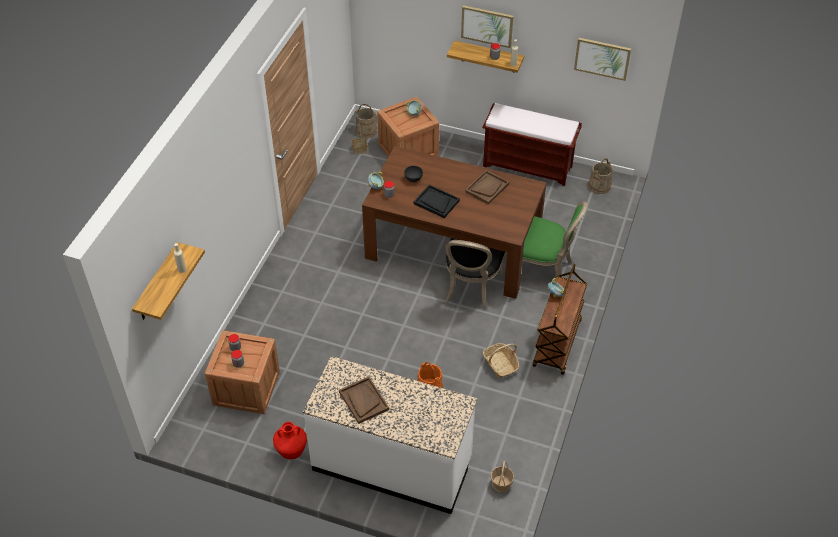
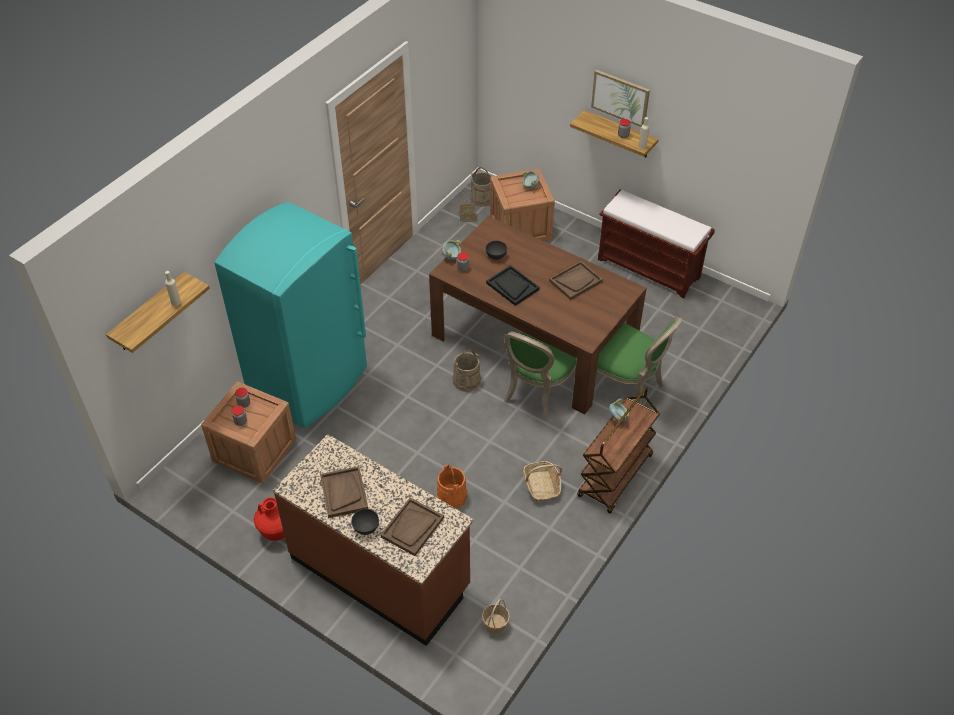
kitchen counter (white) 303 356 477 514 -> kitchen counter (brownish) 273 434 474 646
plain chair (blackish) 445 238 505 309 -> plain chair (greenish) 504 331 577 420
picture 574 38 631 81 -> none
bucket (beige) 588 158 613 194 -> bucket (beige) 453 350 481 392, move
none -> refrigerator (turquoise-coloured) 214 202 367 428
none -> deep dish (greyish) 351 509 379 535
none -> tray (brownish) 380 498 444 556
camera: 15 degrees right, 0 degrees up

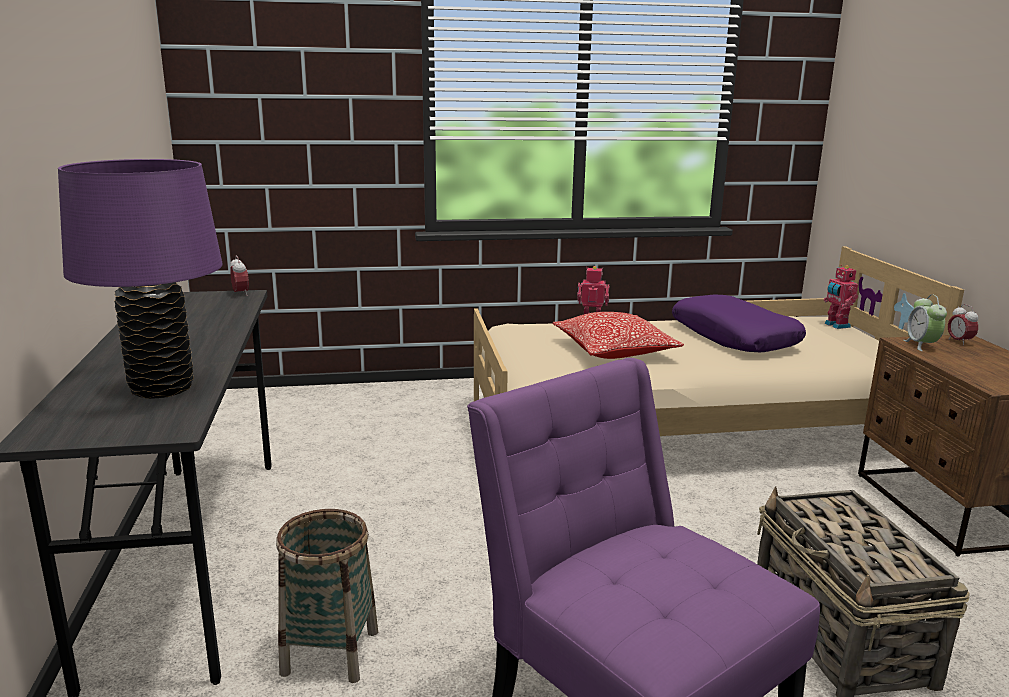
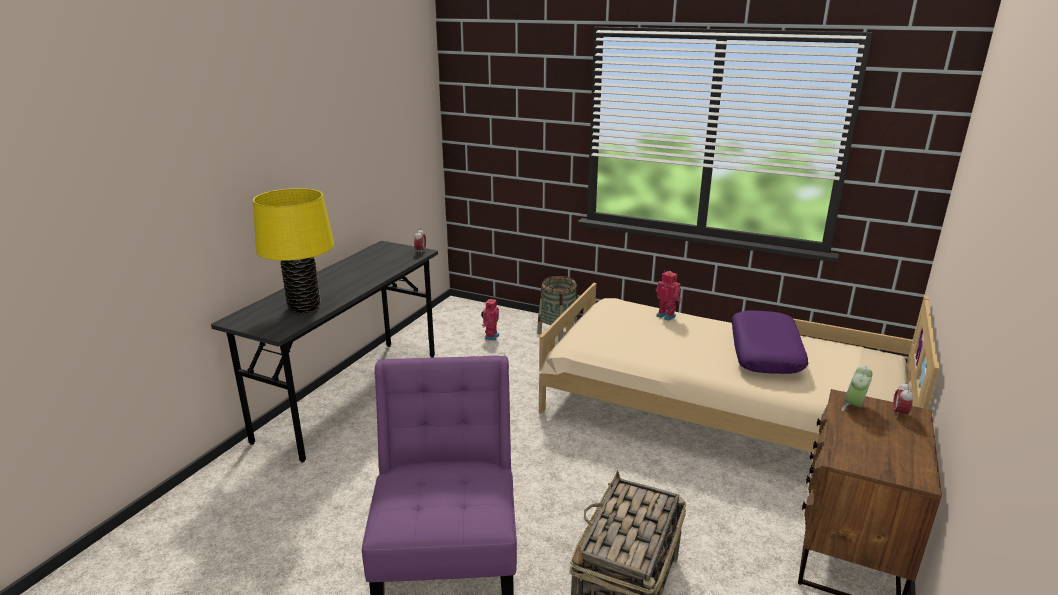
tabletop lamp (purplish) 58 159 223 399 -> tabletop lamp (yellow) 253 188 334 313
basket 276 509 378 683 -> basket 537 276 579 342, move
pillow 552 312 684 359 -> none
robot figure 824 265 858 329 -> robot figure 481 299 499 341, move
camera: 35 degrees right, 5 degrees up

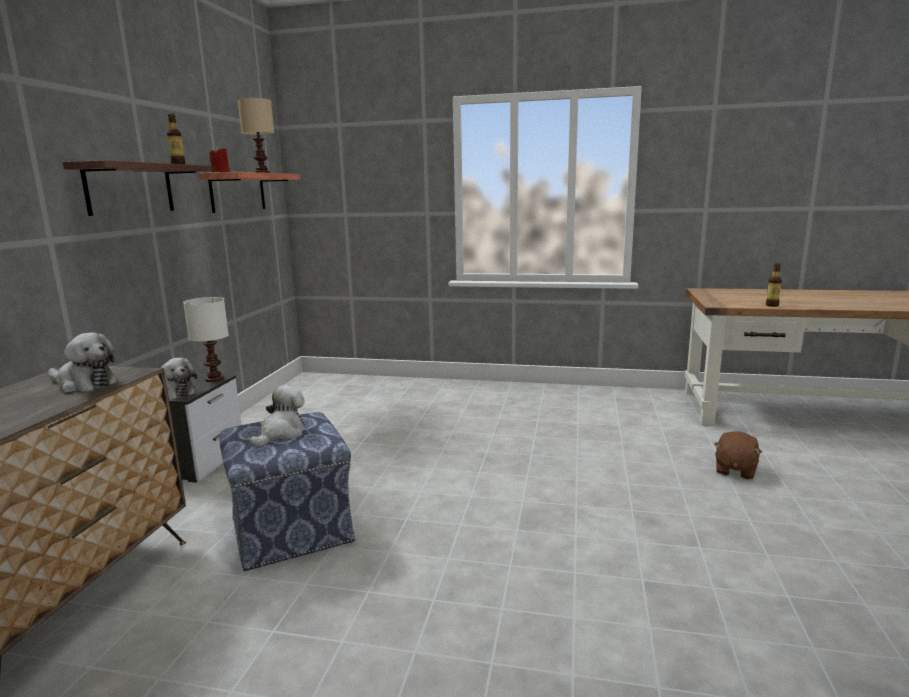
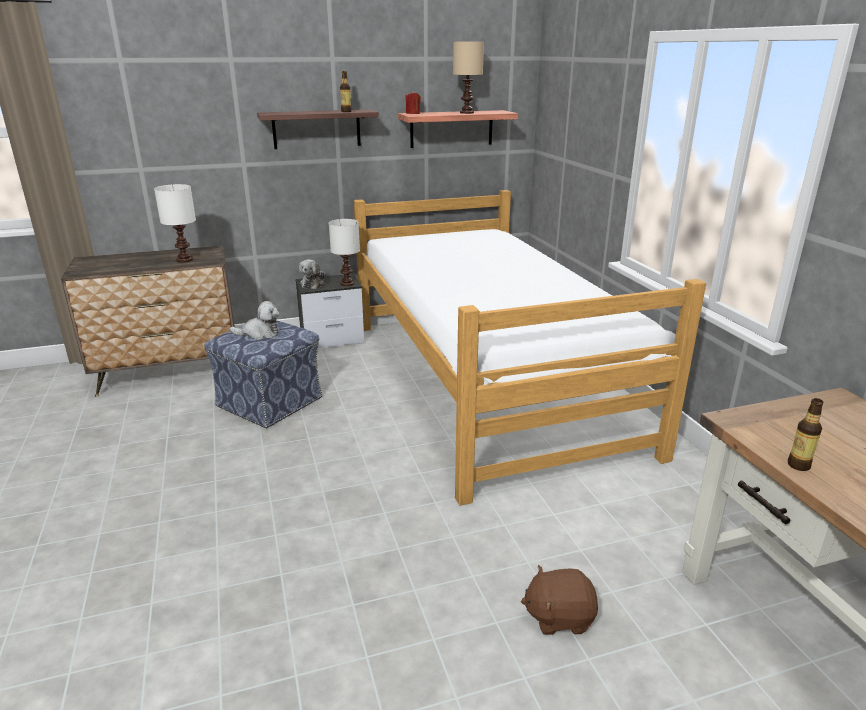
cuddly toy 48 332 118 393 -> tabletop lamp (white) 154 184 196 263
none -> bedroom bed 354 190 706 506
camera: 60 degrees right, 10 degrees up

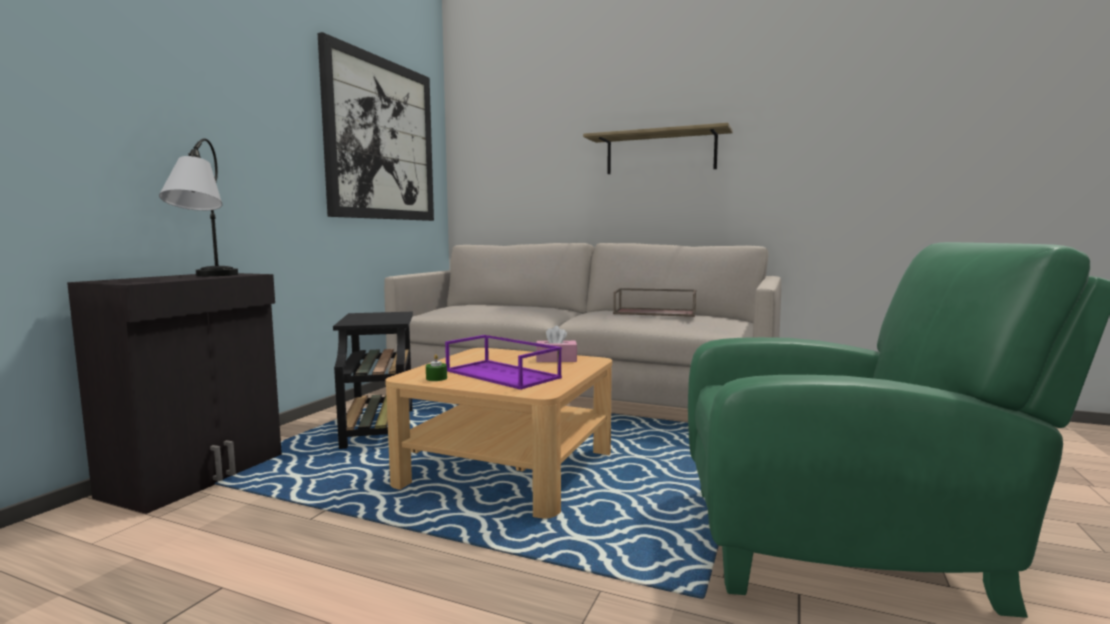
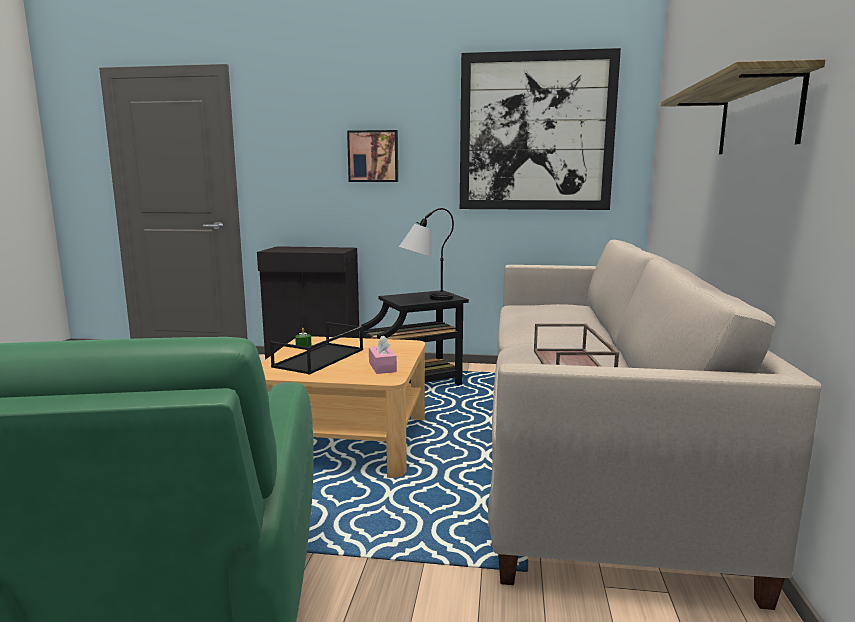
tabletop lamp 159 138 238 276 -> tabletop lamp 399 208 454 301, move
tray (purplish) 445 335 562 390 -> tray (blackish) 270 322 363 375
none -> picture 347 130 398 182
camera: 75 degrees right, 5 degrees up

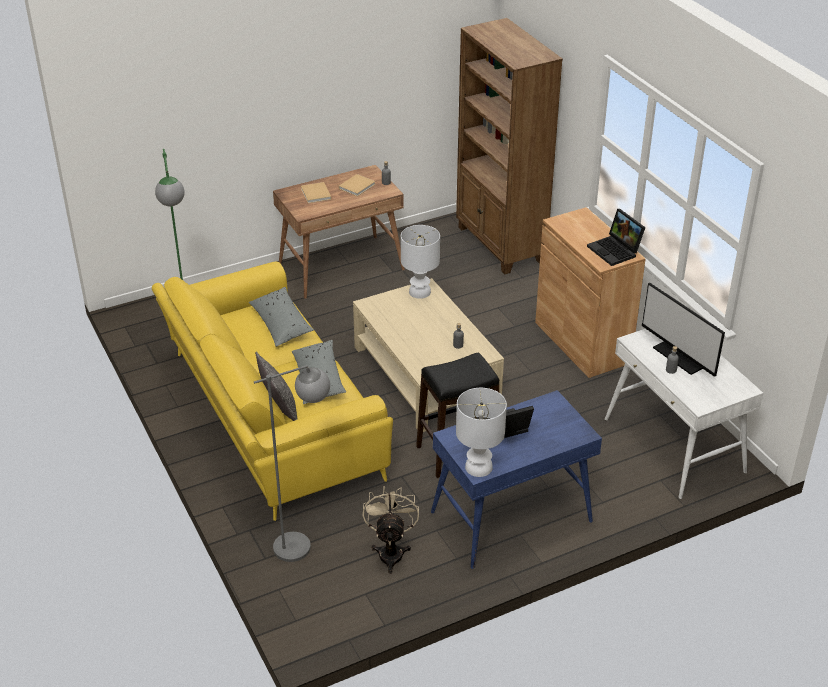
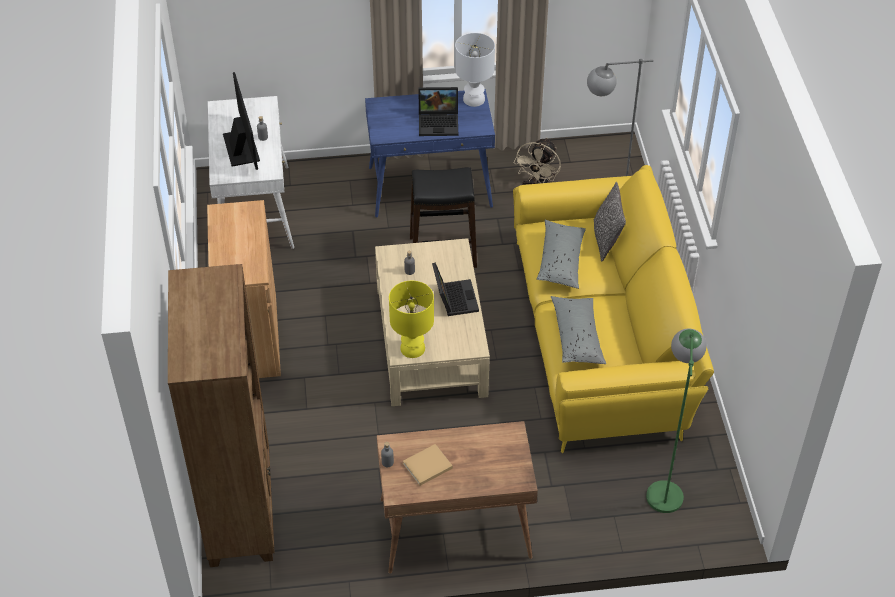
volume (beige) 301 182 331 203 -> none
tabletop lamp (white) 401 225 440 299 -> tabletop lamp (yellow) 389 281 434 358
laptop 587 209 646 266 -> laptop 432 263 479 316, move
camera: 160 degrees left, 10 degrees up

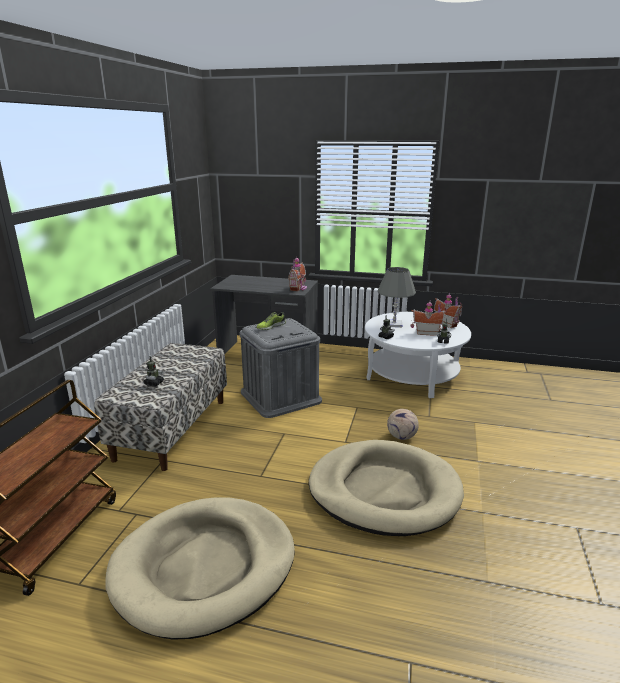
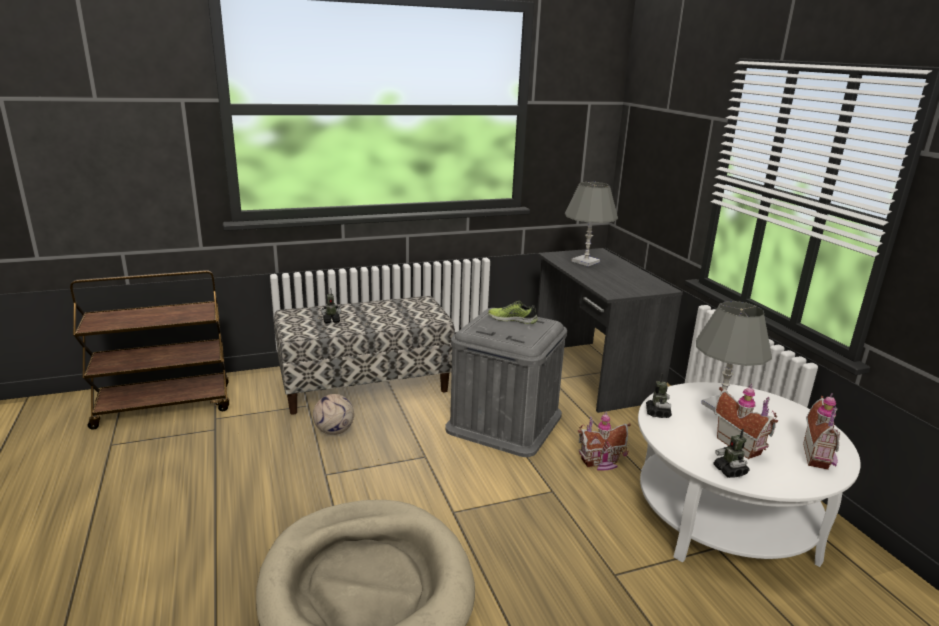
pet bed (beige) 105 497 295 640 -> none
miniature house 288 257 307 291 -> miniature house 578 412 631 471, move
ball for football 387 409 419 440 -> ball for football 313 394 354 435, move
none -> tabletop lamp (greyish) 565 182 618 266
camera: 55 degrees right, 0 degrees up

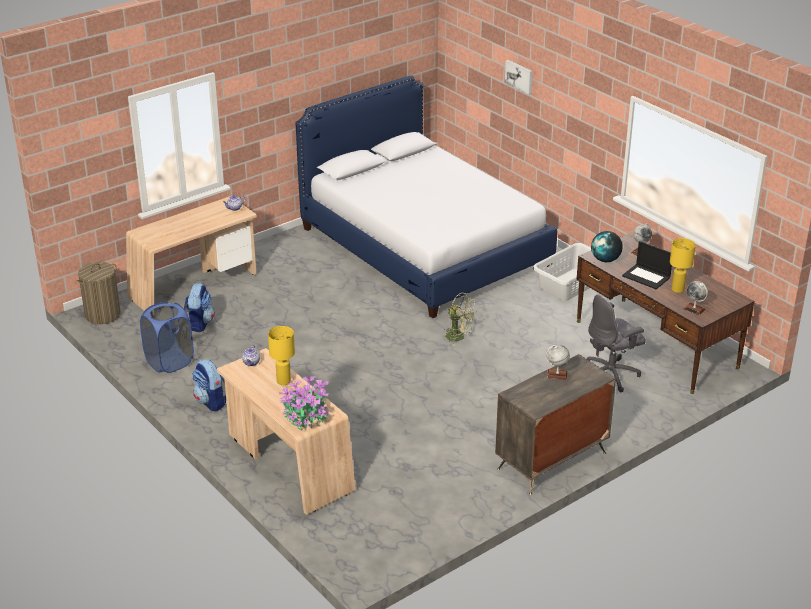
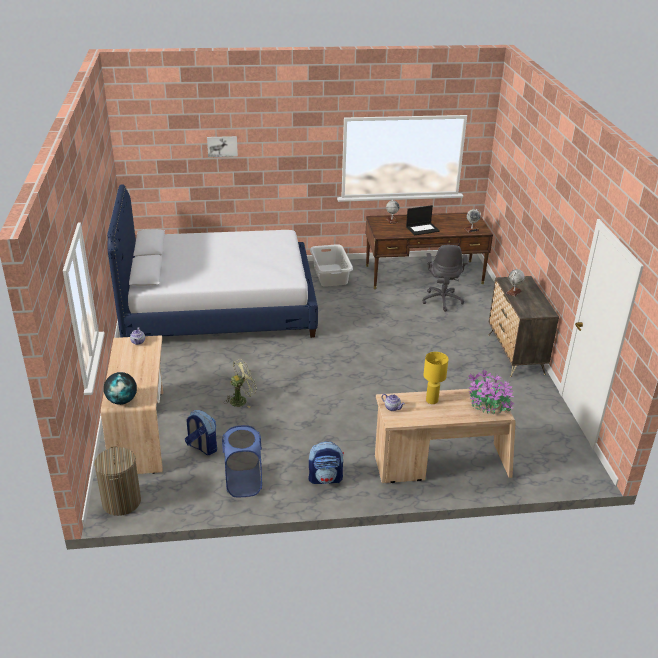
electric fan (greenish) 443 293 477 346 -> electric fan (greenish) 224 359 257 408, move
globe 591 231 623 262 -> globe 104 372 137 405, move
tabletop lamp (yellow) 670 238 696 293 -> none
camera: 60 degrees left, 0 degrees up

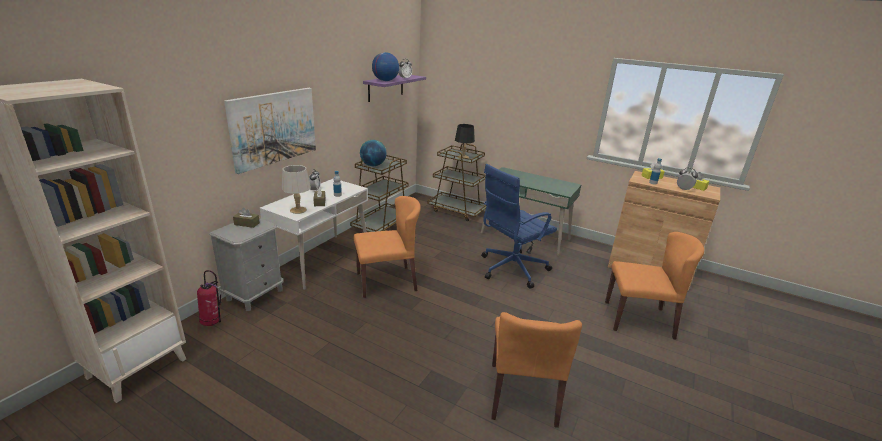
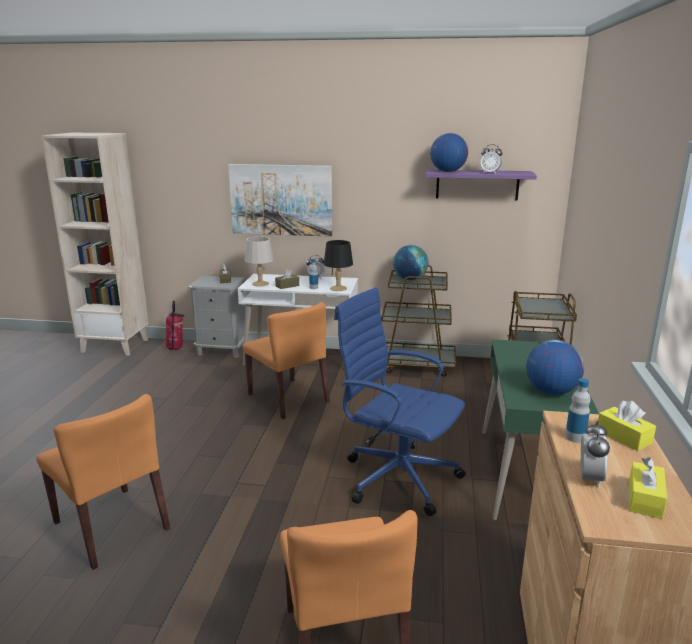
tabletop lamp (blackish) 455 124 475 159 -> tabletop lamp (blackish) 324 240 353 291, move
plain chair (orange) 491 312 582 428 -> plain chair (orange) 37 394 170 570, 120 degrees counterclockwise
none -> globe 526 340 584 395
camera: 70 degrees right, 5 degrees down

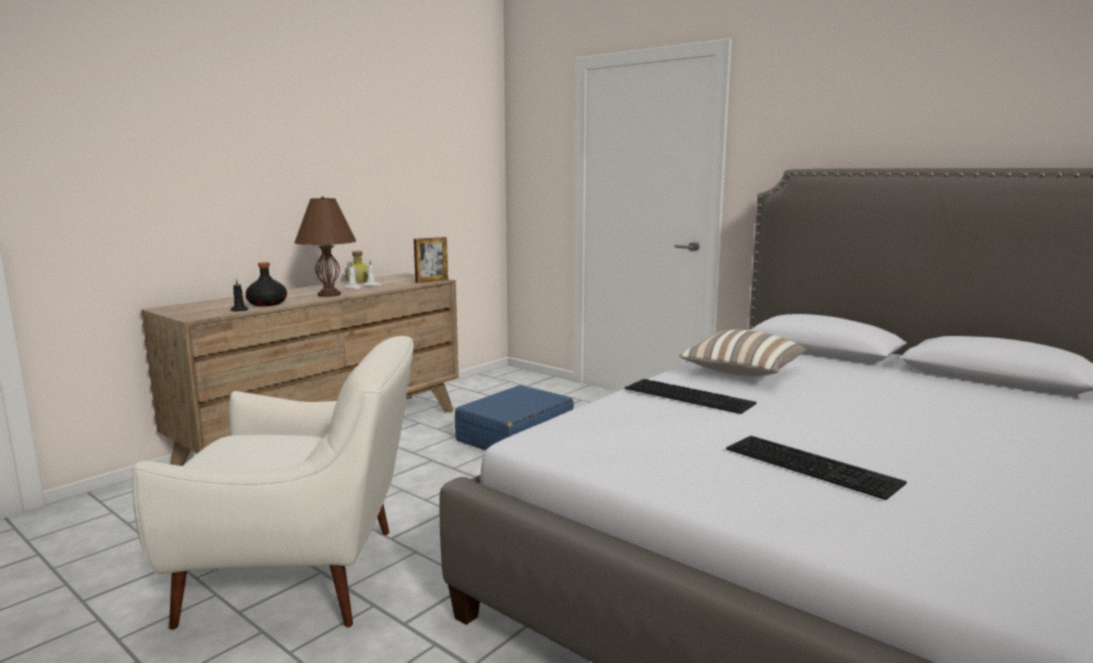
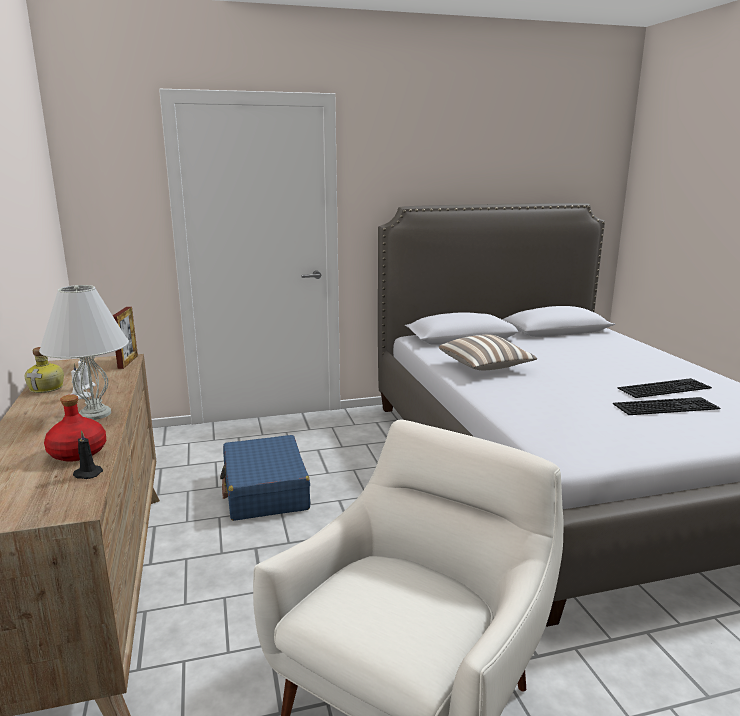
beverage bottle (blackish) 245 262 287 306 -> beverage bottle (reddish) 44 395 106 462
tabletop lamp (brownish) 294 196 356 297 -> tabletop lamp (white) 39 285 129 420
keyboard 625 379 757 414 -> keyboard 617 378 712 398, move
camera: 55 degrees left, 5 degrees up

